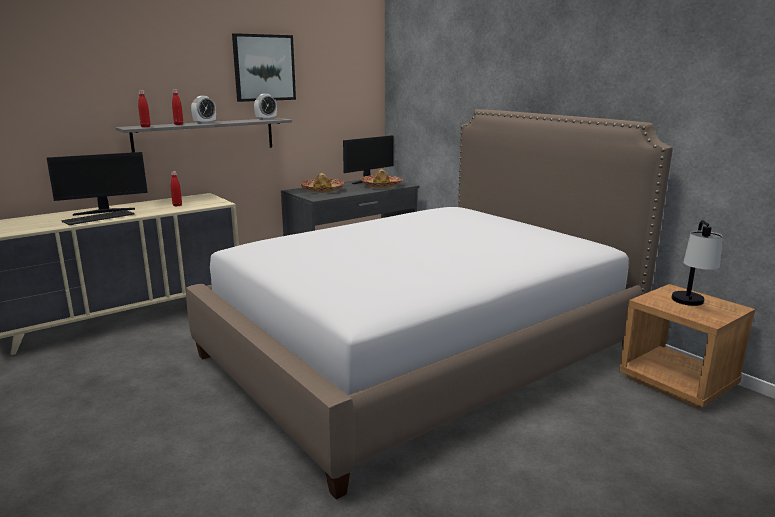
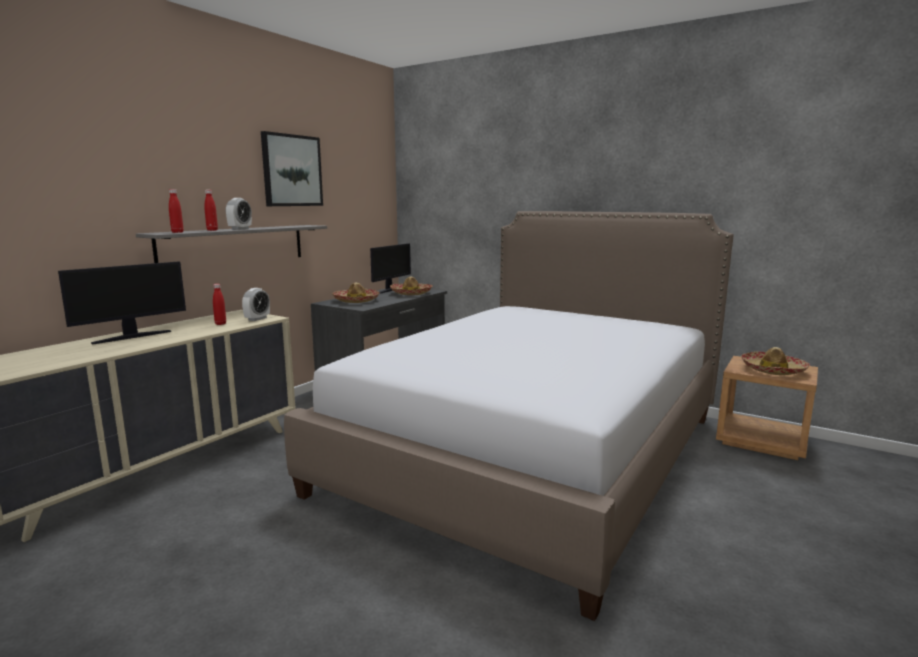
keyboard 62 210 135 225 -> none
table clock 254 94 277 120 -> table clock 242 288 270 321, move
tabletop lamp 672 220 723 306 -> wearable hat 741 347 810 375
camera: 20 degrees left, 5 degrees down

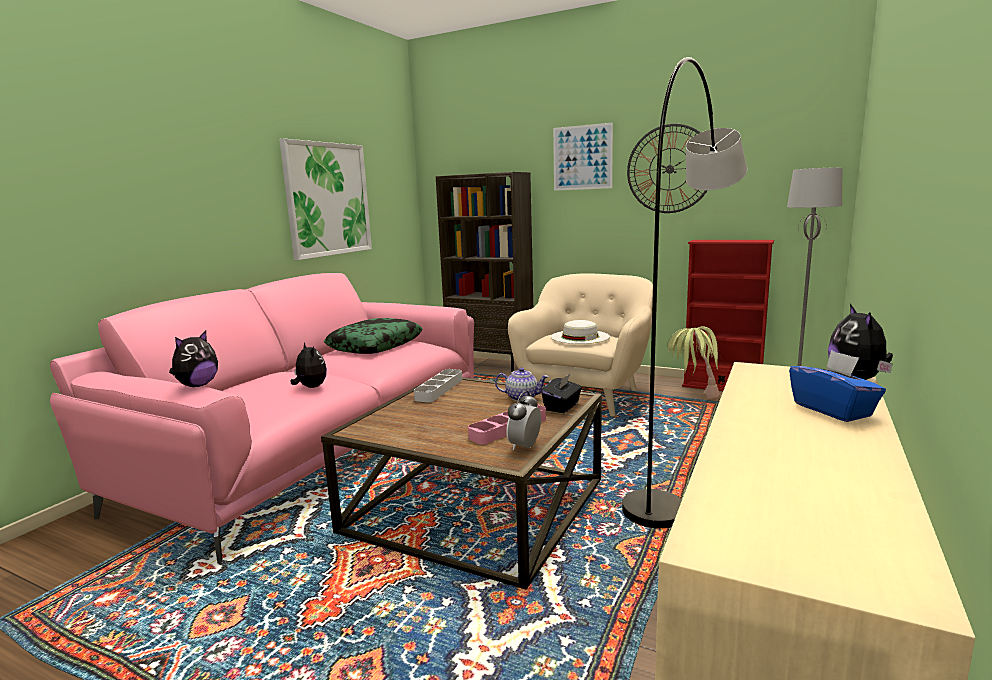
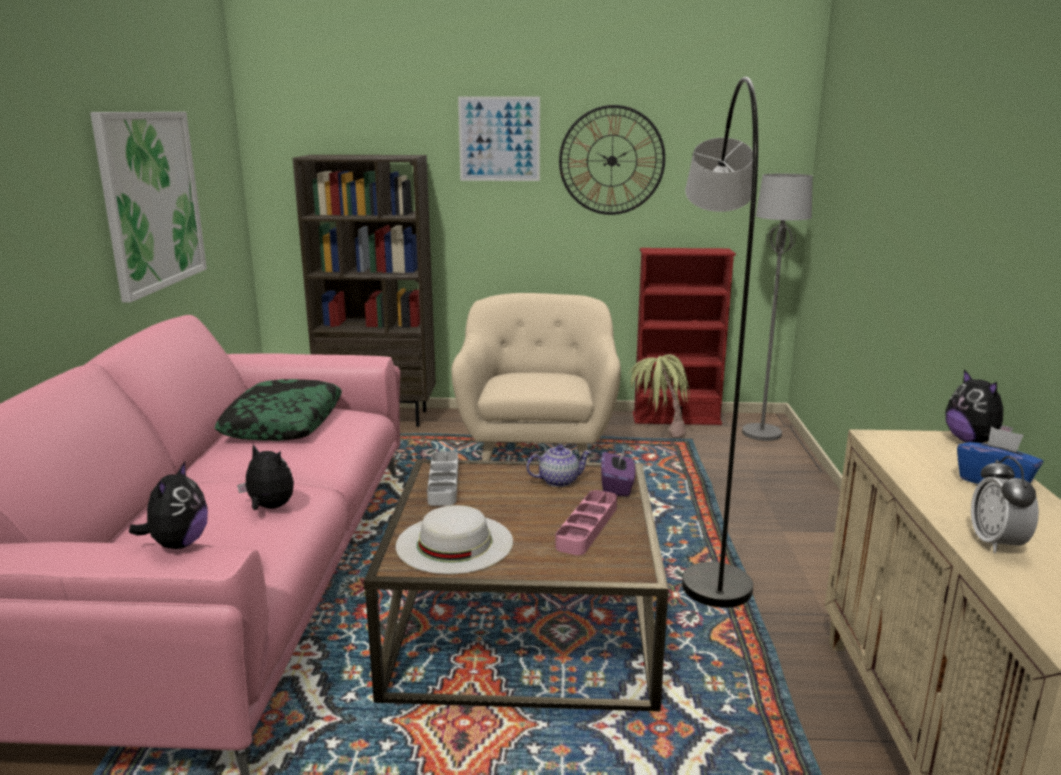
table clock 506 391 541 450 -> table clock 971 456 1039 553, move
box of tissues (blackish) 541 374 582 413 -> box of tissues (purplish) 601 450 635 496
wearable hat (white) 551 320 610 344 -> wearable hat (white) 396 505 513 574, move
camera: 25 degrees left, 5 degrees up

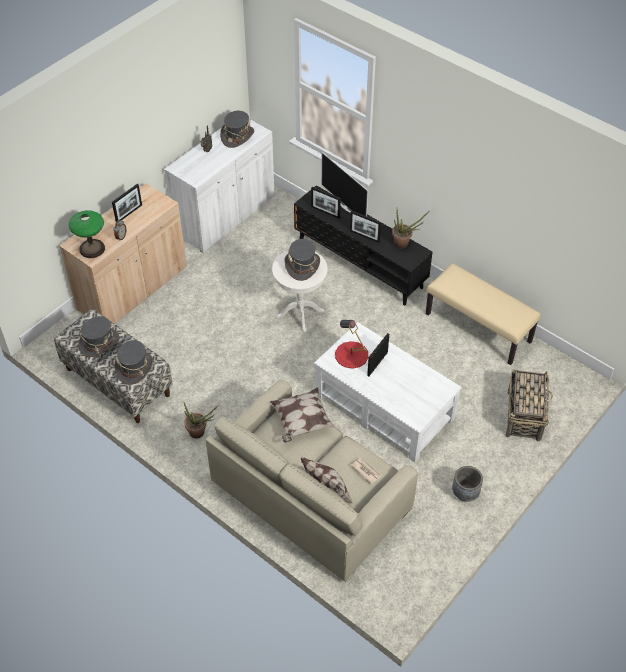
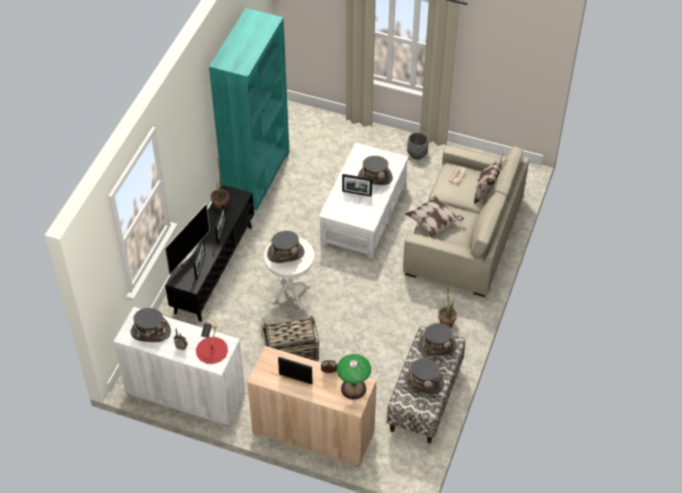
tabletop lamp (reddish) 335 320 369 369 -> tabletop lamp (reddish) 196 322 228 364, move
bench (beige) 426 263 541 365 -> bookcase (turquoise-coloured) 209 8 290 211
basket 505 370 553 441 -> basket 262 315 319 361, move
none -> wearable hat (greyish) 358 156 393 185
camera: 110 degrees left, 0 degrees up

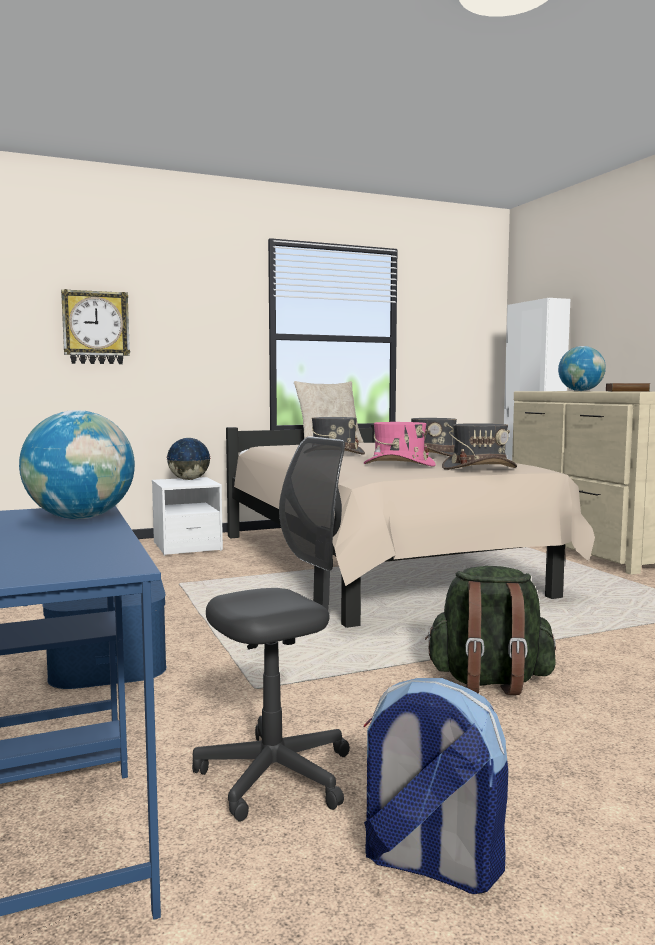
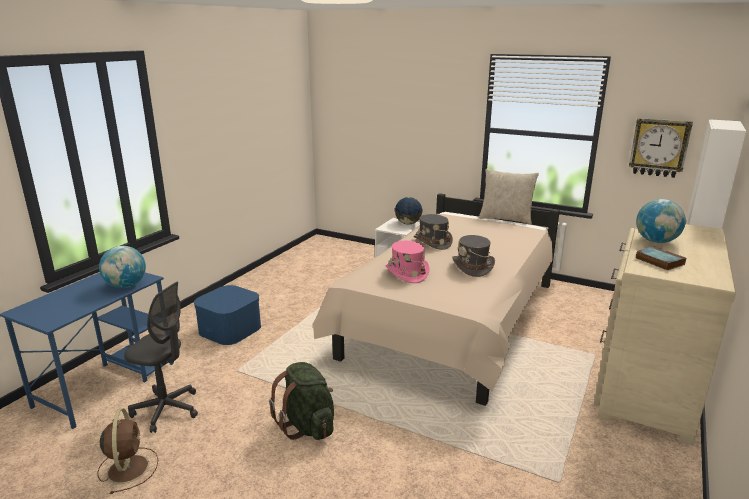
wall clock 61 289 130 364 -> wall clock 629 118 693 178, move
rucksack 364 678 508 894 -> electric fan (brownish) 97 408 158 494
wearable hat (greyish) 442 423 517 470 -> none
camera: 50 degrees right, 15 degrees up

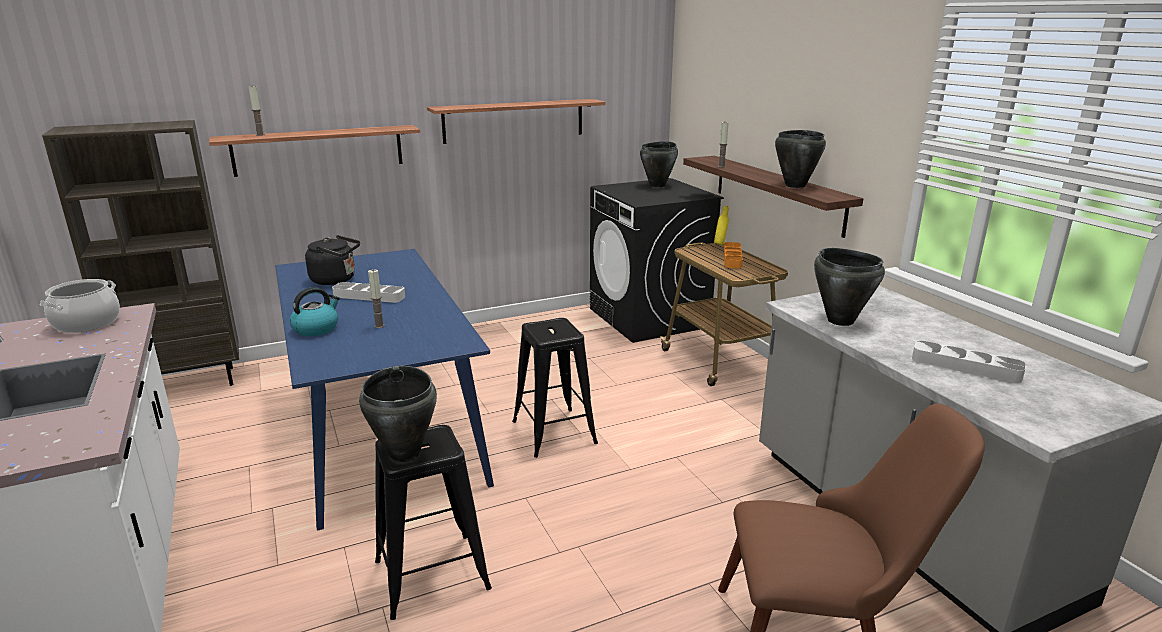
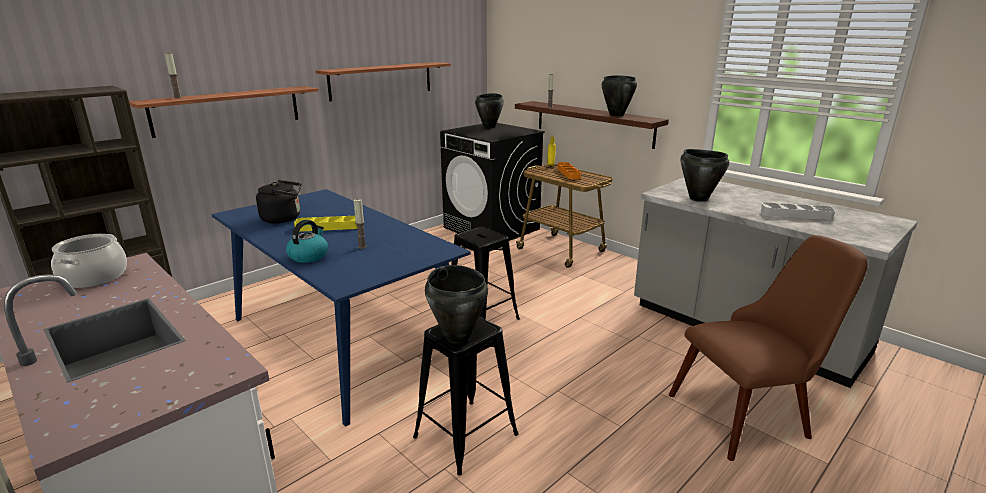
tray (greyish) 332 282 405 303 -> tray (yellow) 294 216 357 232
camera: 20 degrees left, 0 degrees up

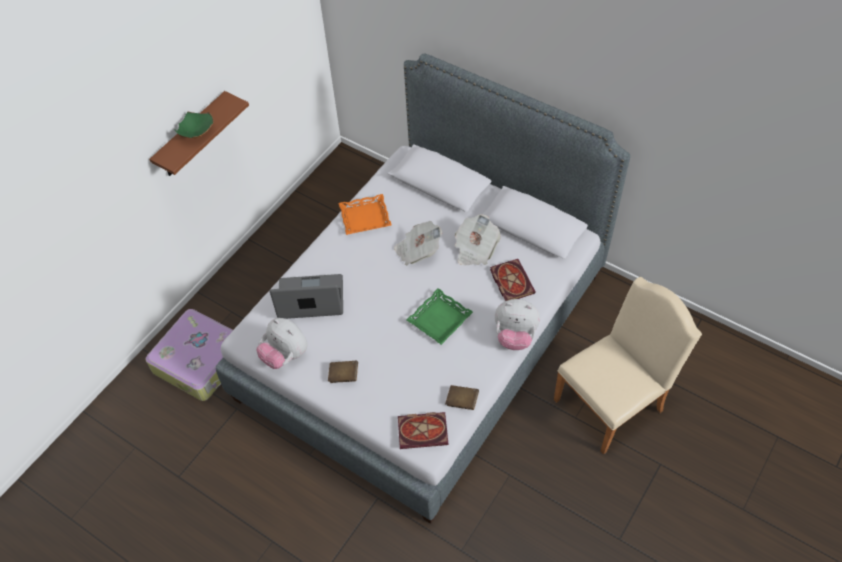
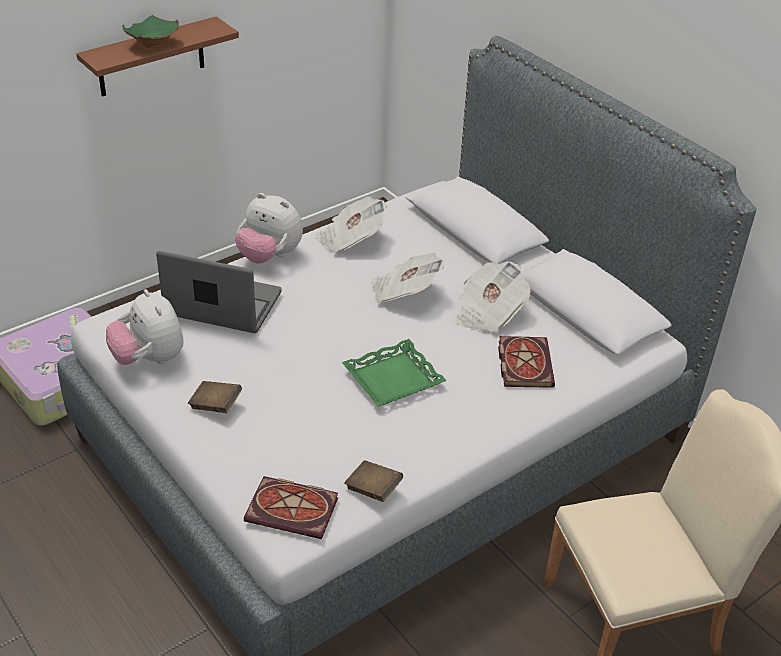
tray (orange) 339 194 392 235 -> newspaper 316 196 387 254
cuddly toy 495 299 540 350 -> cuddly toy 235 193 303 264, move
camera: 15 degrees right, 15 degrees down

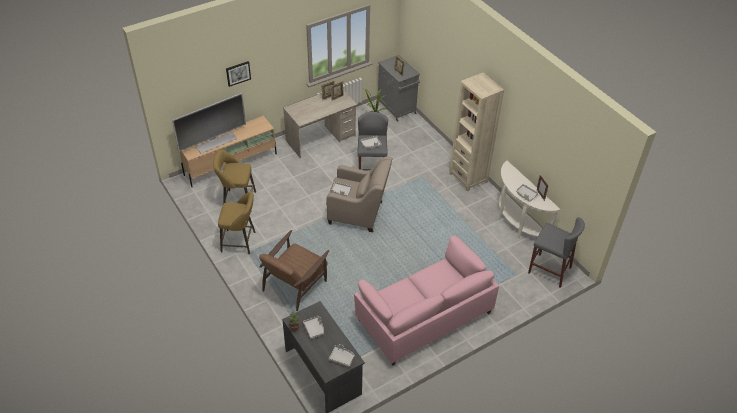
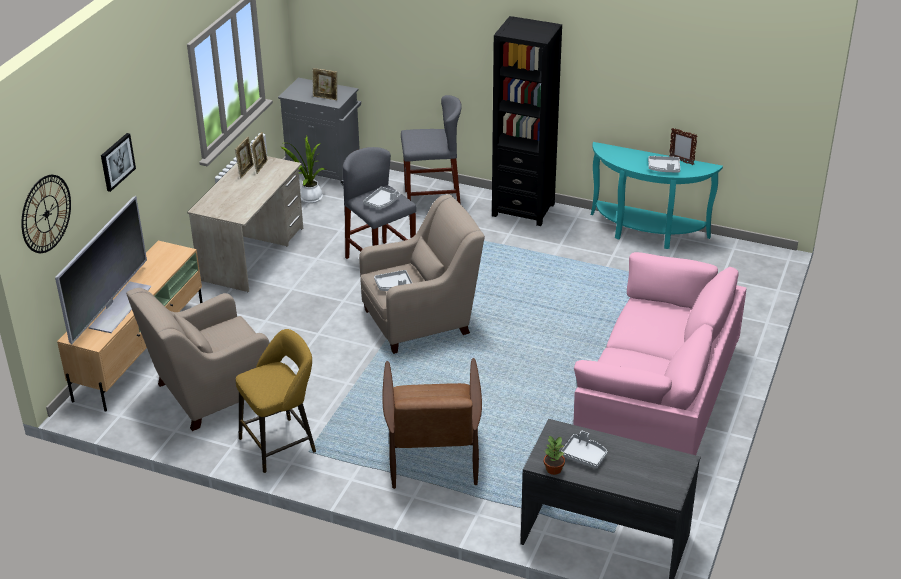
stool (yellow) 213 150 256 212 -> armchair (beige) 126 288 270 431
tray (greyish) 328 344 355 367 -> none
bookcase (beige) 449 73 504 192 -> bookcase (blackish) 492 16 562 226
hall table (white) 497 161 561 239 -> hall table (turquoise-coloured) 591 142 723 249
stool (greyish) 528 217 585 288 -> stool (greyish) 401 95 462 204, move
none -> wall clock 21 175 71 253
camera: 35 degrees left, 10 degrees down

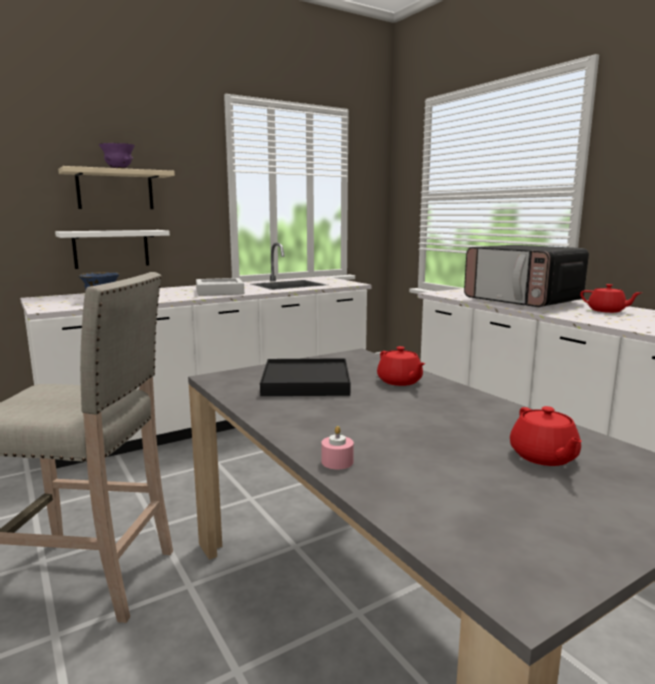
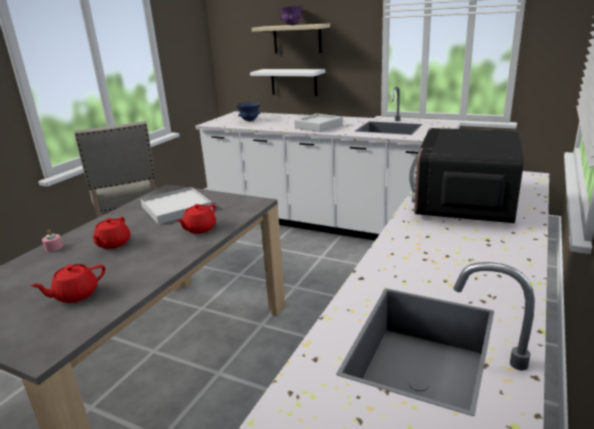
tray (blackish) 260 358 350 396 -> tray (white) 141 187 213 224
tea pot (reddish) 580 284 641 313 -> tea pot (reddish) 92 217 131 249, move
camera: 60 degrees right, 10 degrees up

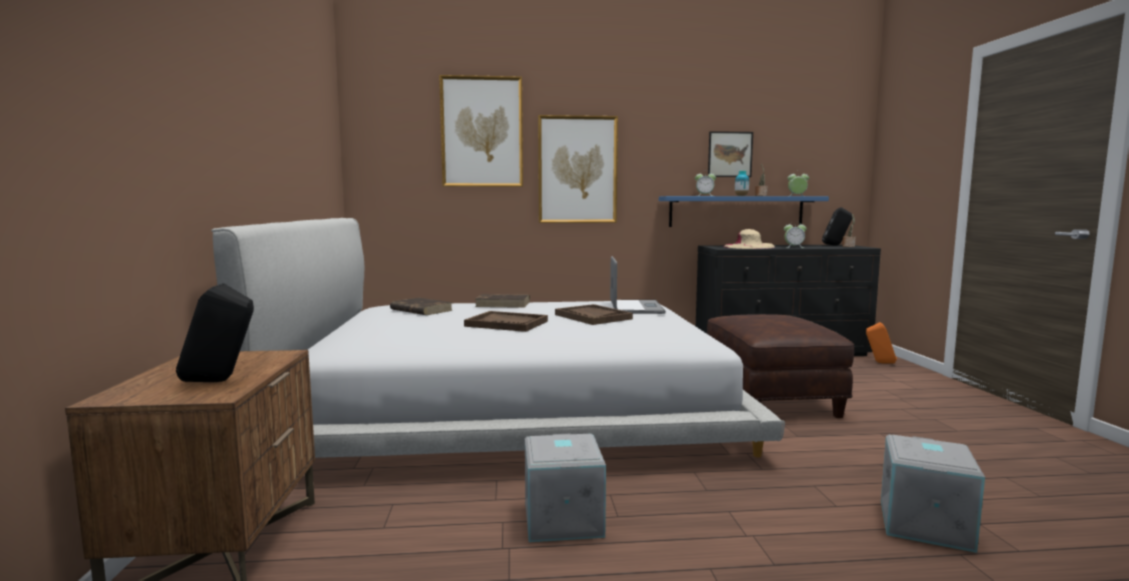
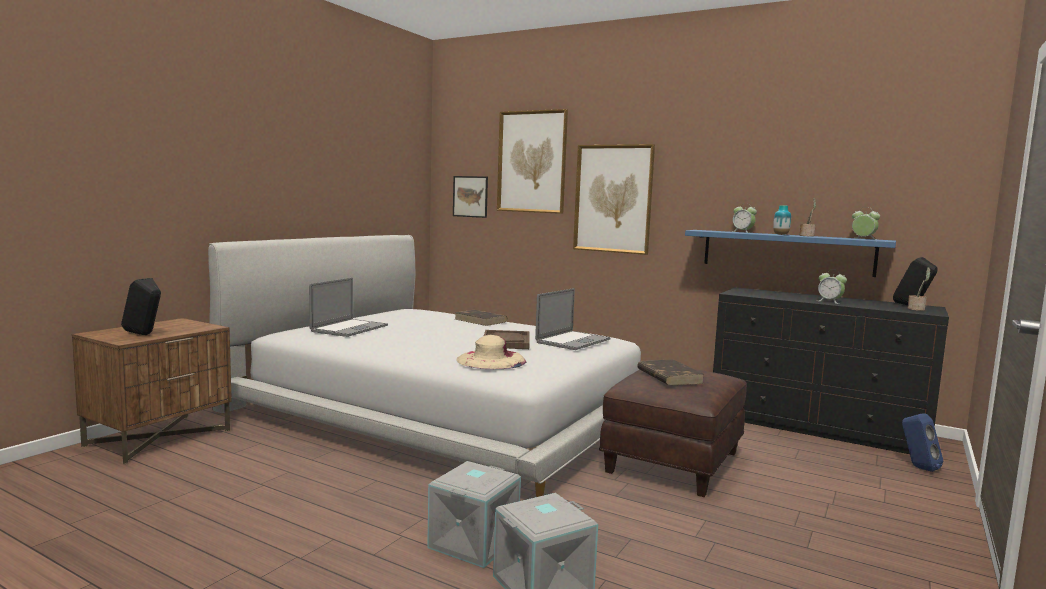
volume (brownish) 390 298 453 315 -> volume (brownish) 637 359 705 386, move
tray (brownish) 464 311 548 332 -> none
storage container (greyish) 525 434 606 542 -> storage container (greyish) 427 461 521 568, move
picture 708 131 753 177 -> picture 453 176 488 218, move
wearable hat (beige) 724 229 775 249 -> wearable hat (beige) 456 335 526 369, move
loudspeaker (orange) 866 322 897 363 -> loudspeaker (blue-coloured) 902 413 943 472
none -> laptop 309 278 388 337
camera: 35 degrees right, 0 degrees up

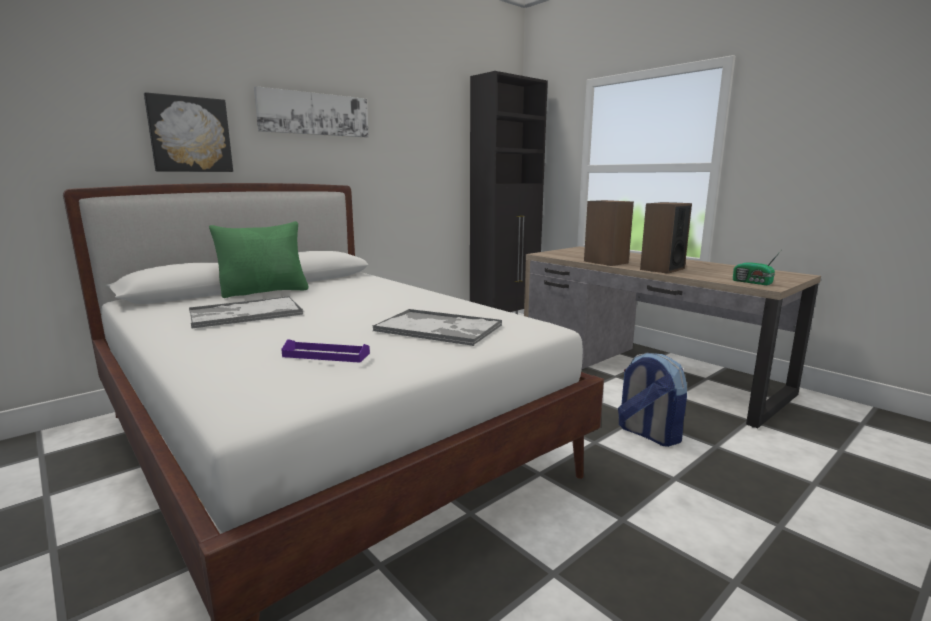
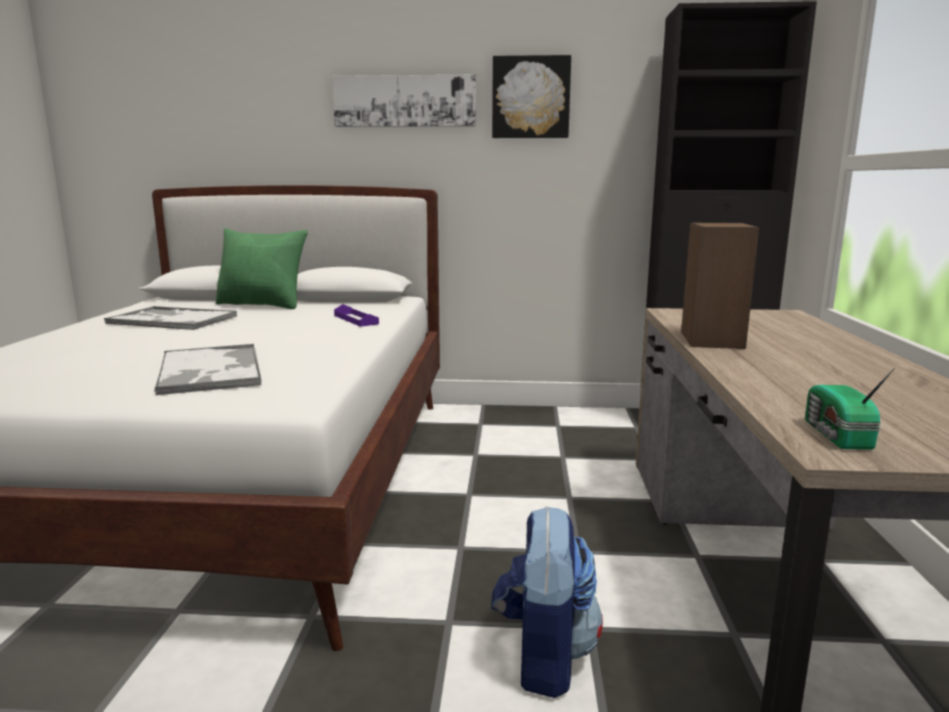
picture 144 92 233 172 -> picture 492 55 571 138, move
tray (purplish) 281 339 370 363 -> tray (purplish) 334 304 379 327, move
loudspeaker 640 202 692 274 -> none
camera: 45 degrees right, 0 degrees up

